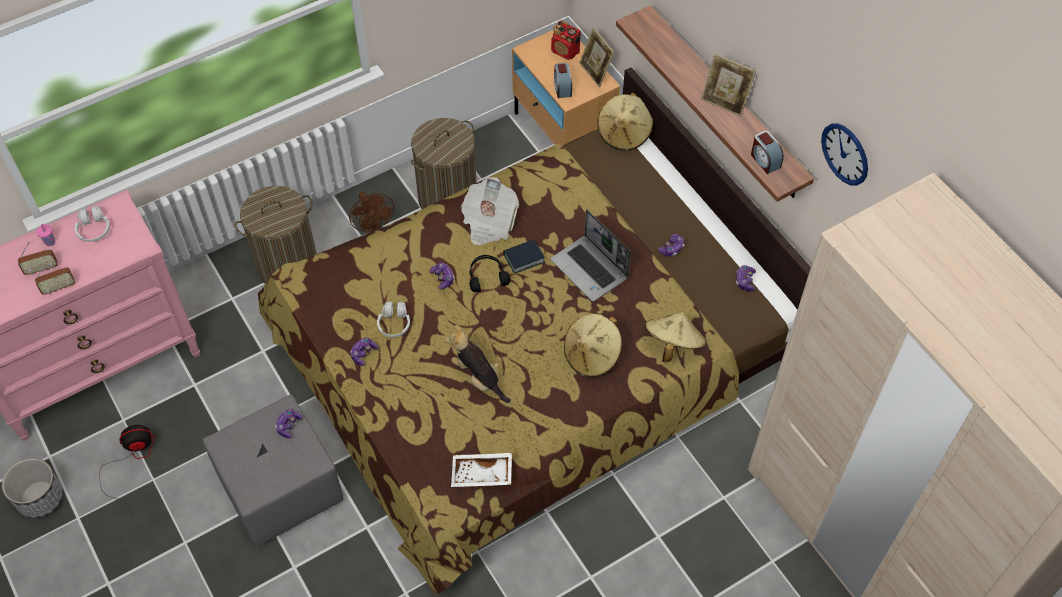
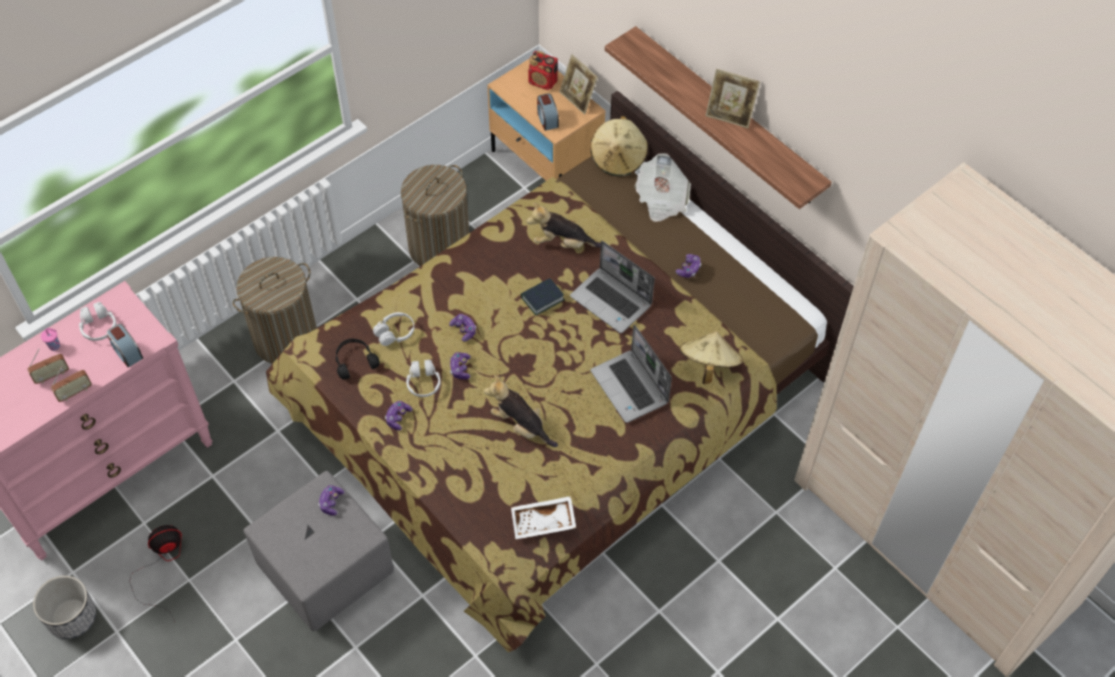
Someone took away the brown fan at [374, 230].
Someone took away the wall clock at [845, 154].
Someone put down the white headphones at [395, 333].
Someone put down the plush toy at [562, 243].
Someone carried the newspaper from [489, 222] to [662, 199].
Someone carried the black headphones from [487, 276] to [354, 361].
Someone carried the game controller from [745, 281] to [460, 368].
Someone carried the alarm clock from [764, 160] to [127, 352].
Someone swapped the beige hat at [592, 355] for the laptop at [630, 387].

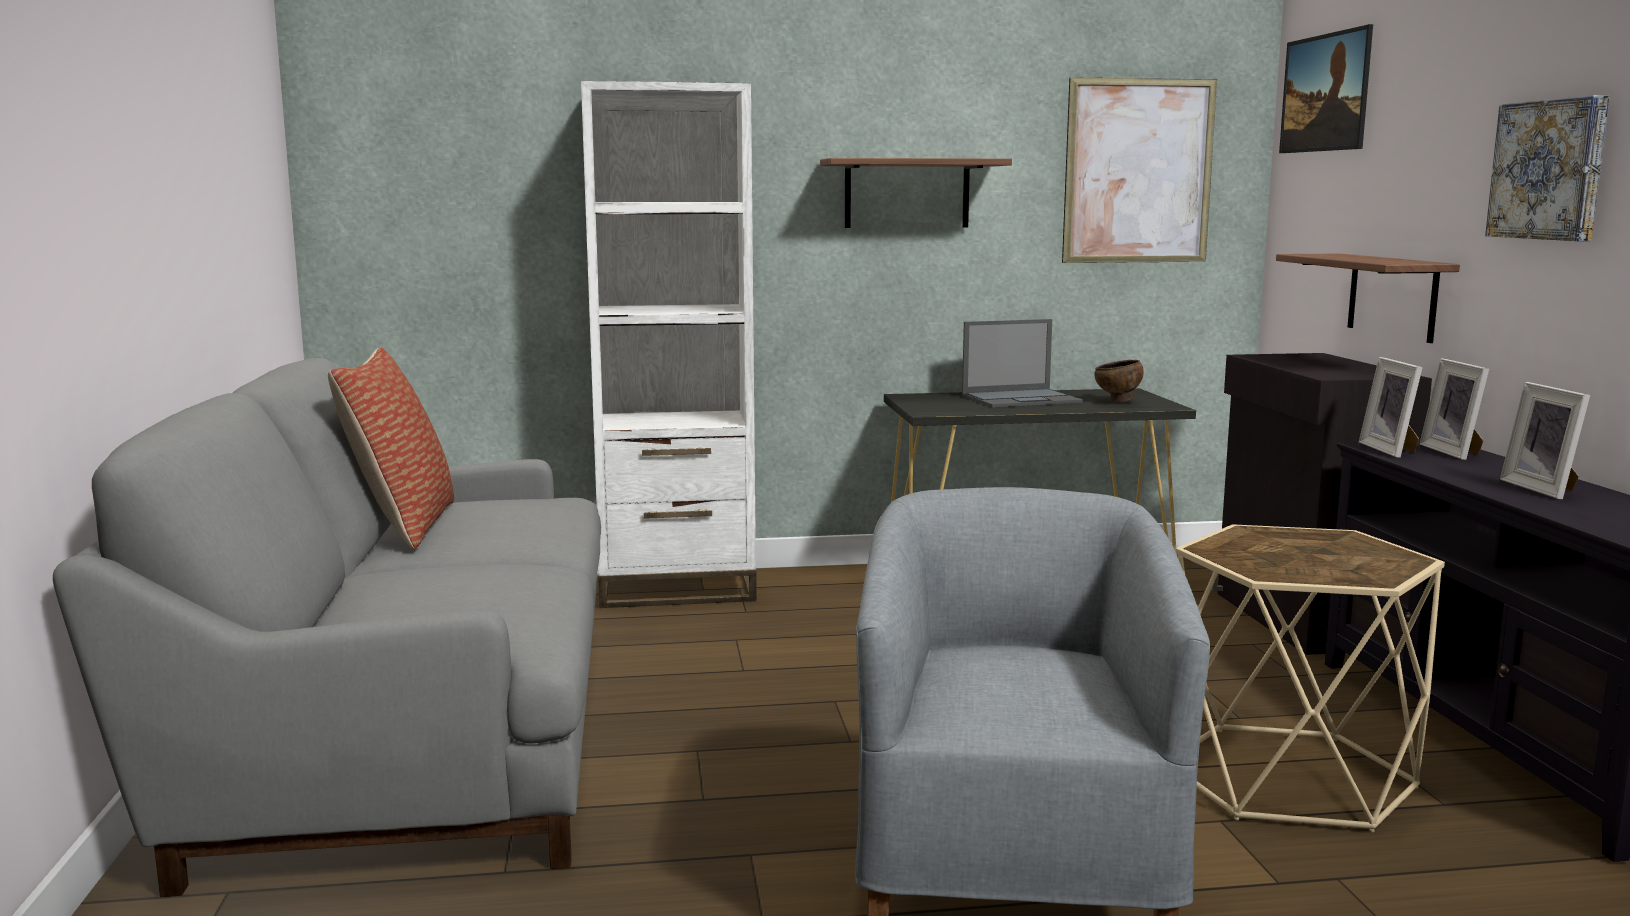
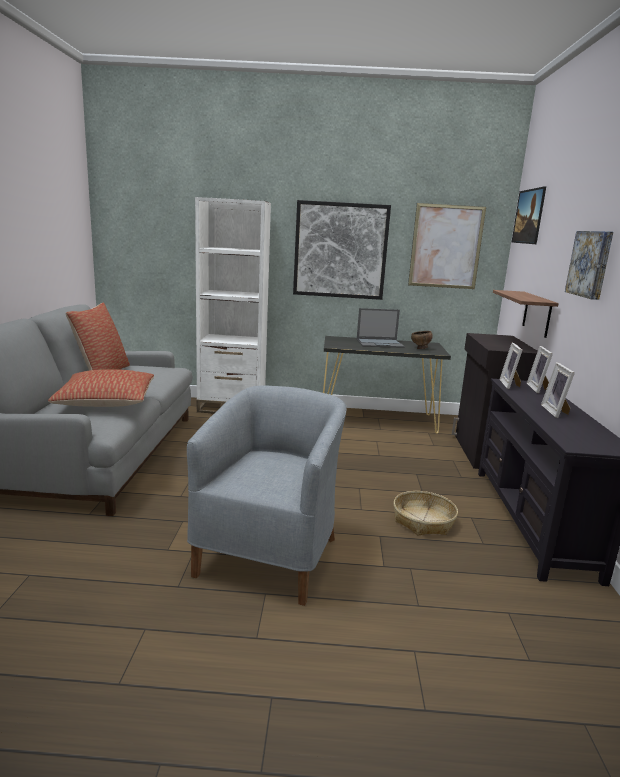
Someone put down the pillow at [106, 401].
Someone swapped the shelf at [907, 193] for the picture at [340, 250].
Someone swapped the beige side table at [1288, 777] for the basket at [423, 521].

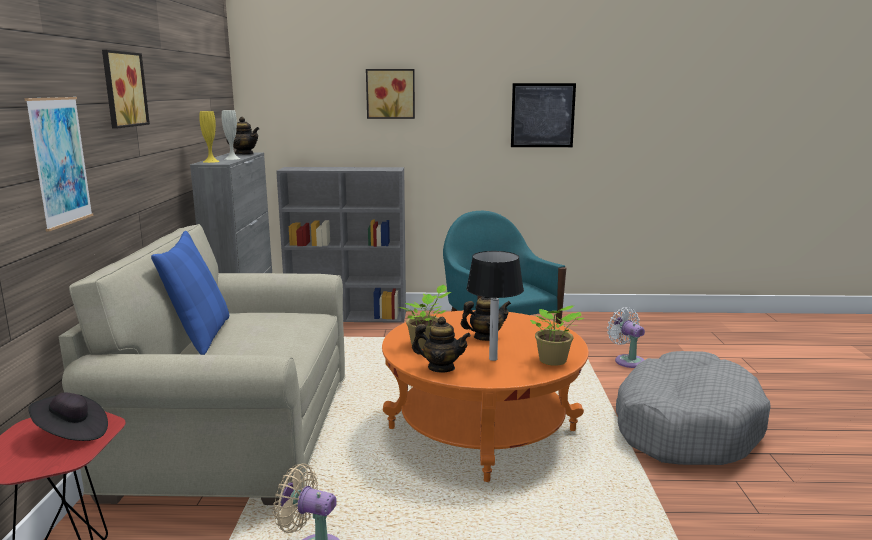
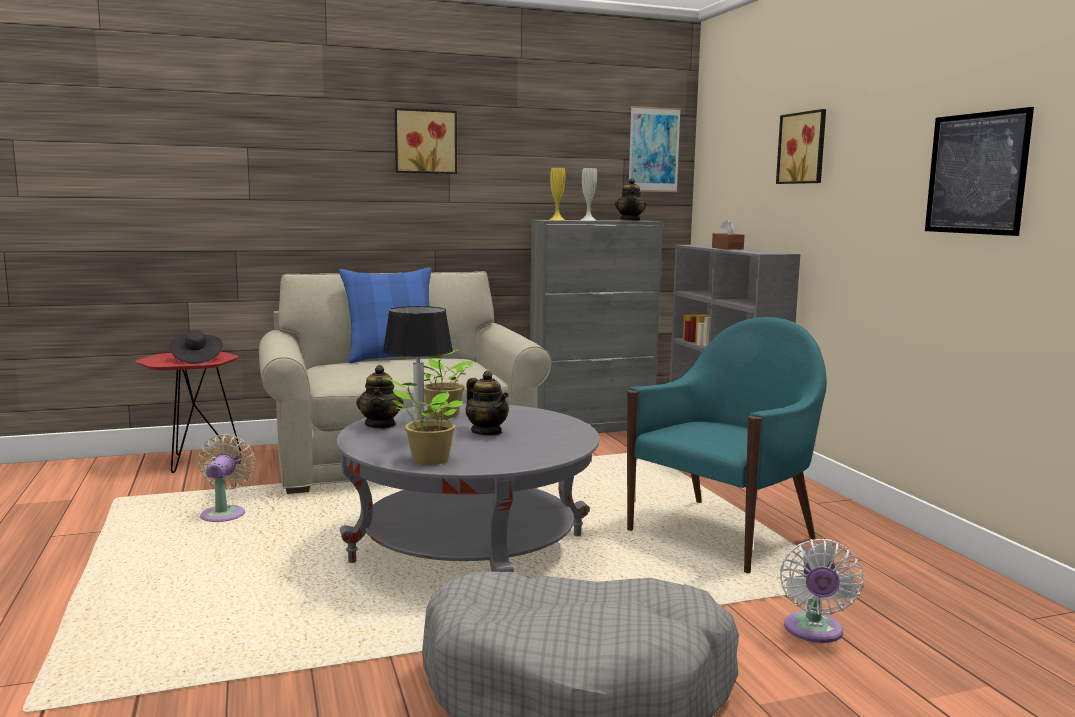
Someone put down the brown tissue box at [727, 248].
Someone carried the picture from [60, 161] to [654, 149].
Someone repainted the orange coffee table at [482, 429], which became the grey coffee table at [469, 549].
Someone rotated the white fan at [627, 360] by 150 degrees clockwise.

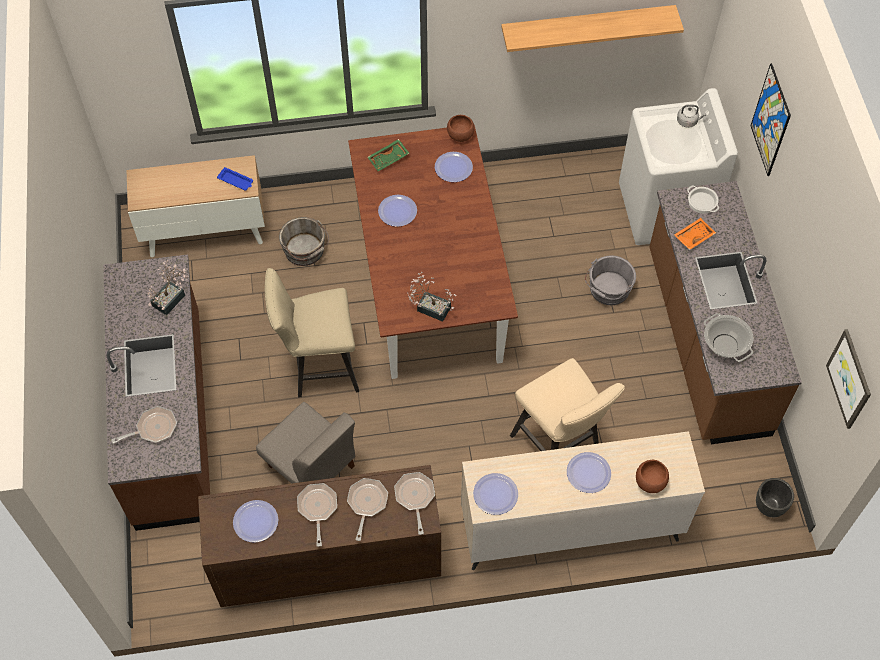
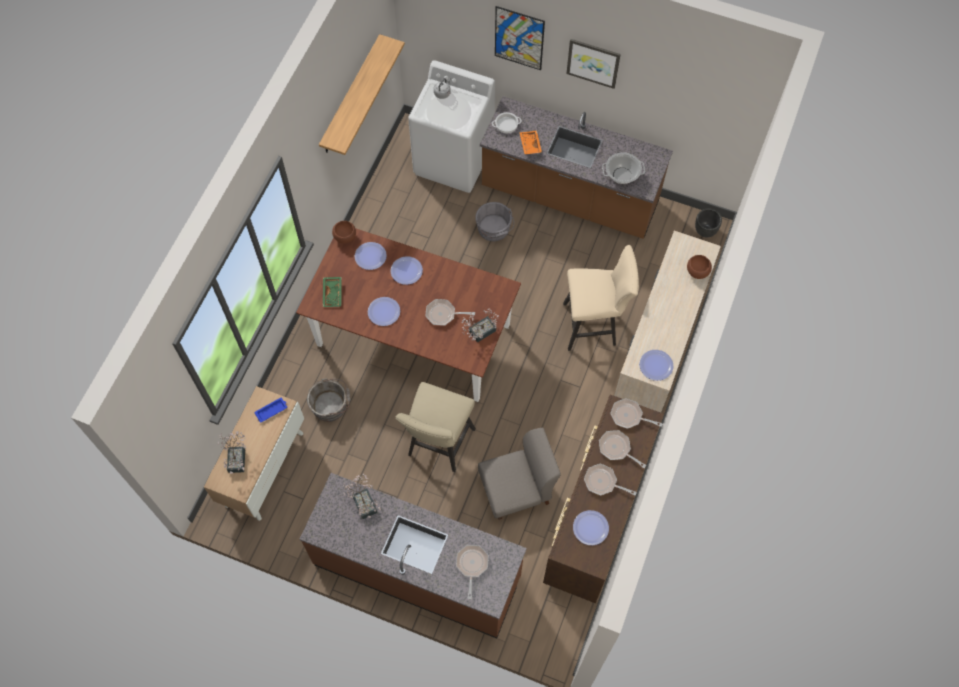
Someone put down the potted plant at [237, 457].
Someone put down the frying pan at [443, 314].
Someone carried the plate from [588, 473] to [406, 271].
Someone carried the picture from [850, 379] to [593, 62].

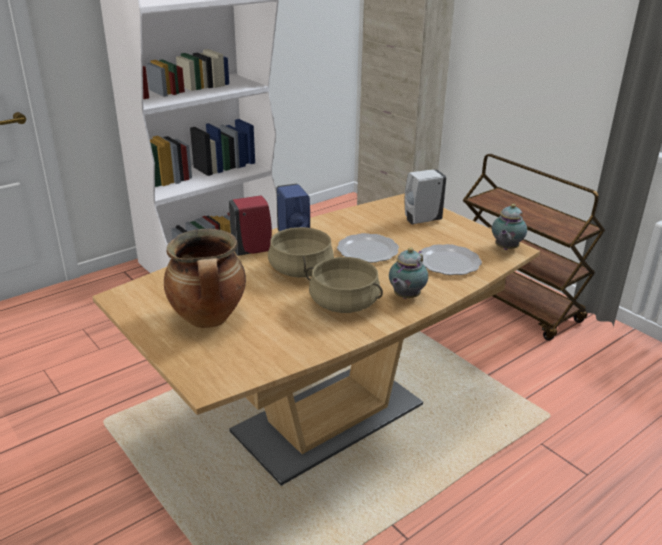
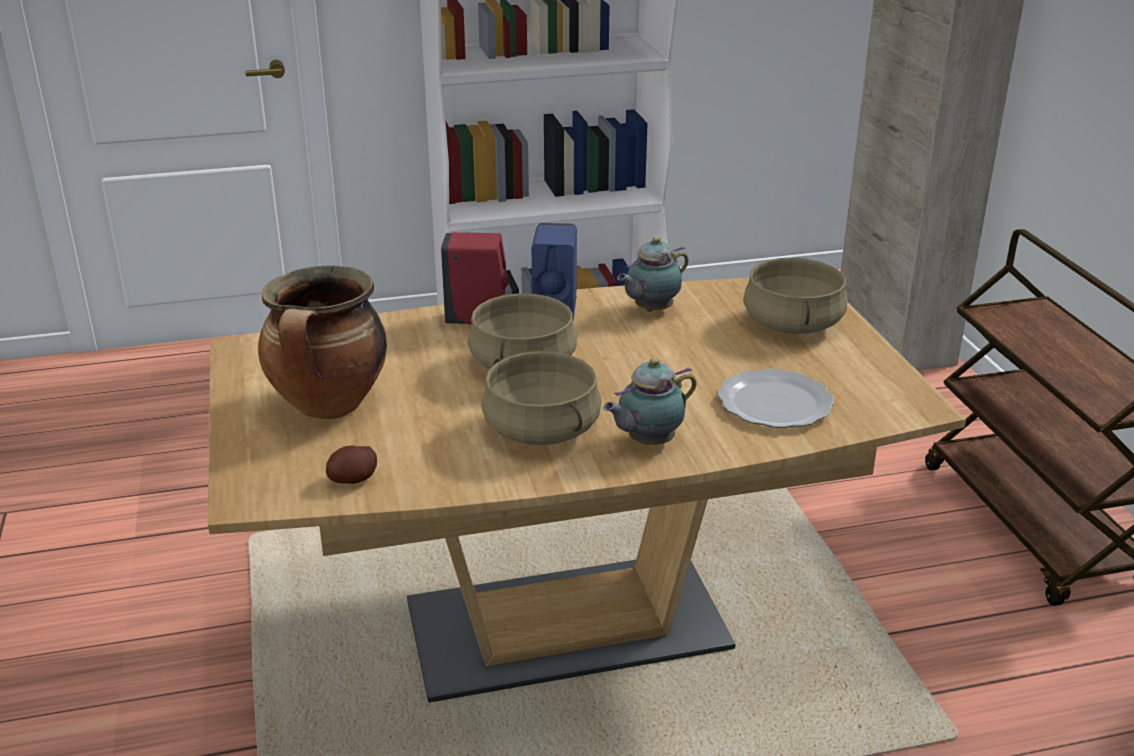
Someone took away the plate at [368, 251].
Someone put down the potato at [353, 479].
Someone carried the teapot from [505, 248] to [651, 310].
Someone swapped the white soap dispenser at [421, 220] for the beige cooking pot at [793, 324].

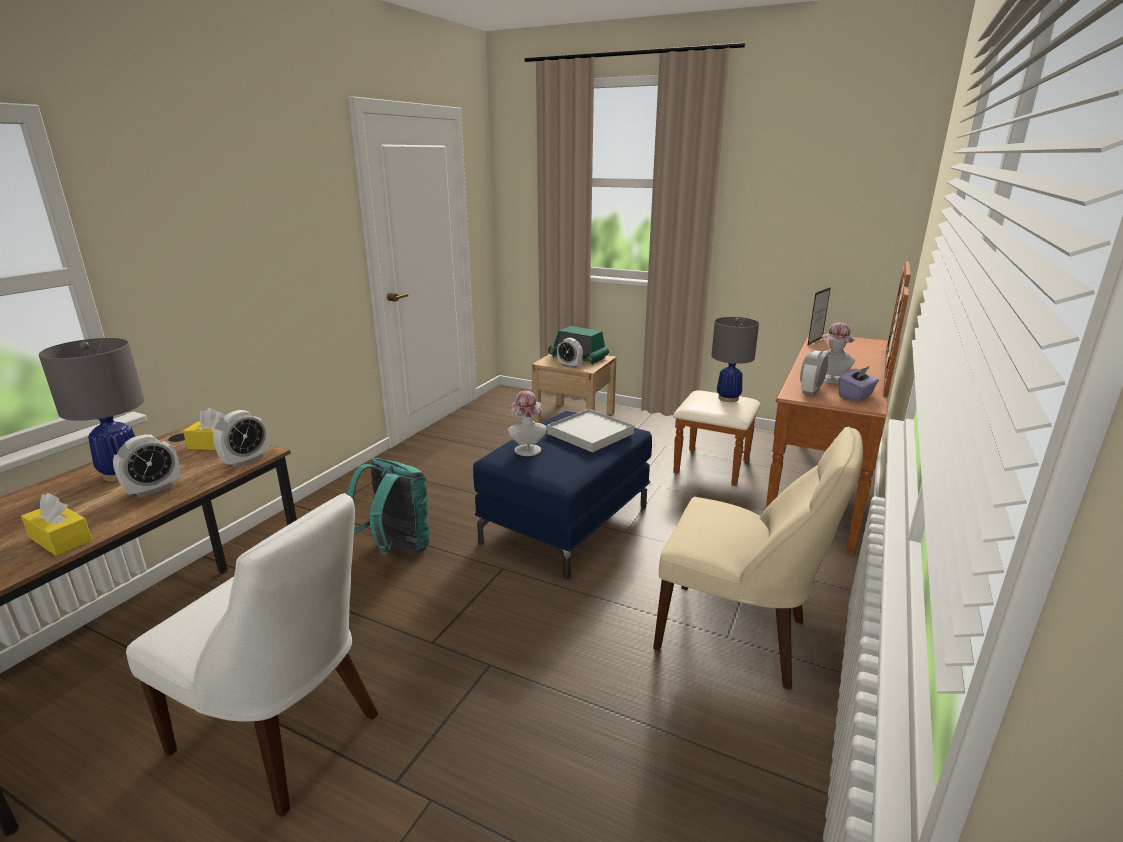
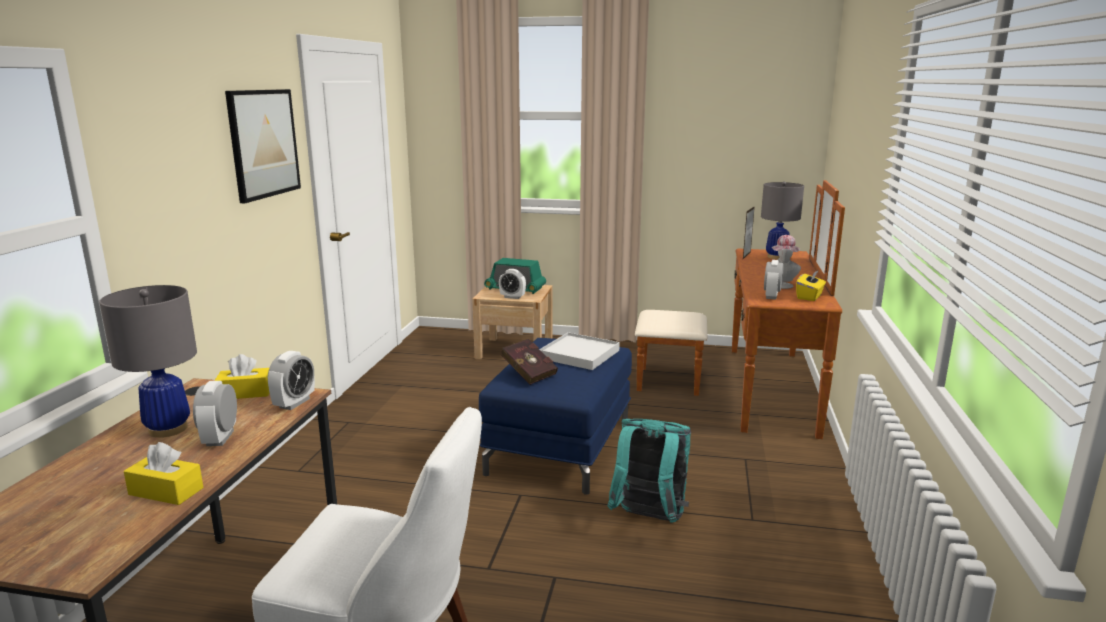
Someone took away the beige chair at [738, 636].
Someone put up the picture at [263, 143].
Someone carried the turquoise backpack from [396, 549] to [648, 519].
Someone carried the grey table lamp from [728, 398] to [776, 257].
Someone swapped the hat at [526, 448] for the red book at [528, 373].
Someone repainted the purple tissue box at [856, 395], which became the yellow tissue box at [809, 297].
Someone rotated the alarm clock at [154, 489] by 150 degrees clockwise.

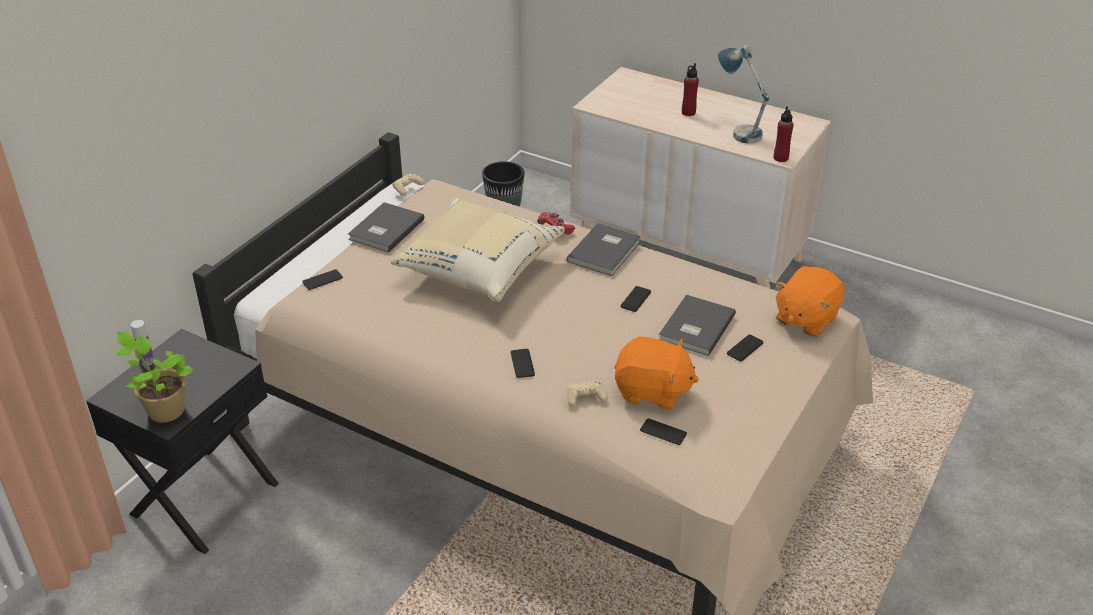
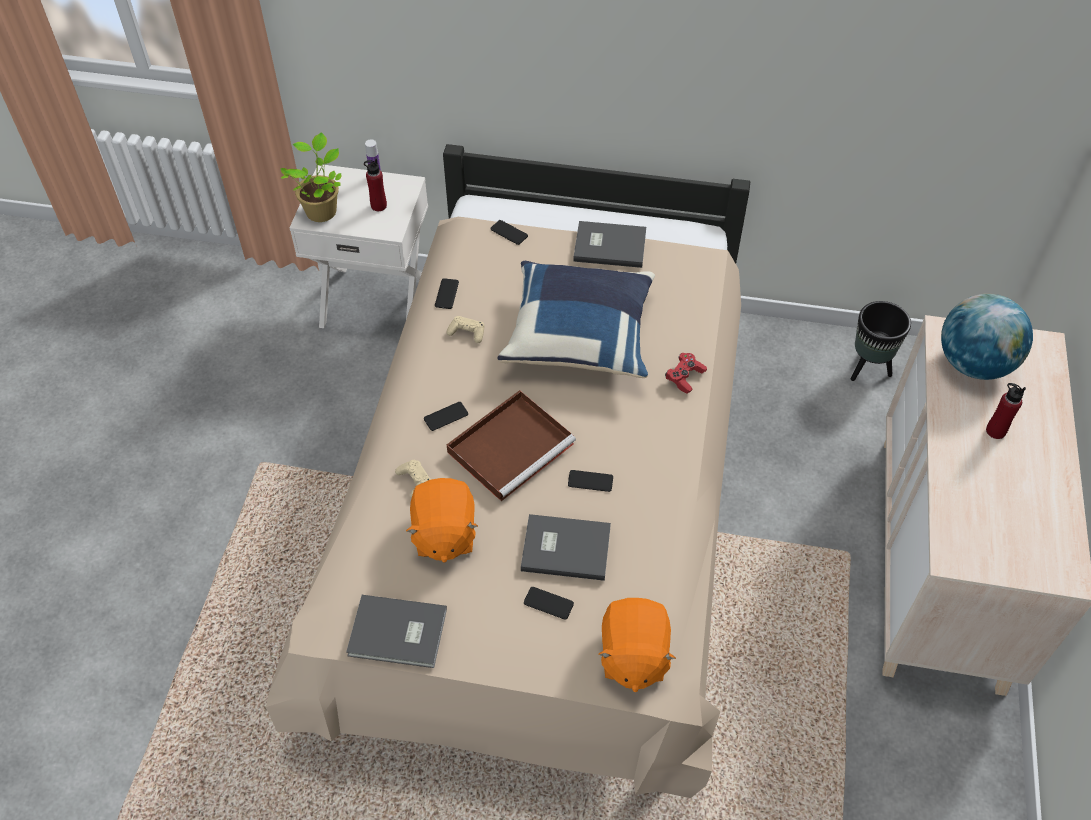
Someone took away the table lamp at [738, 131].
Someone put down the brown tray at [512, 446].
Someone put down the globe at [974, 363].
Someone carried the beige game controller from [407, 187] to [467, 332].
Someone carried the grey book from [606, 251] to [398, 635].
Someone carried the phone from [663, 432] to [447, 294].
Someone carried the red bottle from [780, 158] to [378, 206].
Someone repainted the black nightstand at [203, 498], which became the white nightstand at [376, 300].
Someone repainted the beige pillow at [478, 269], which became the blue pillow at [580, 336].
Someone rotated the orange plush toy at [805, 319] by 105 degrees counterclockwise.

